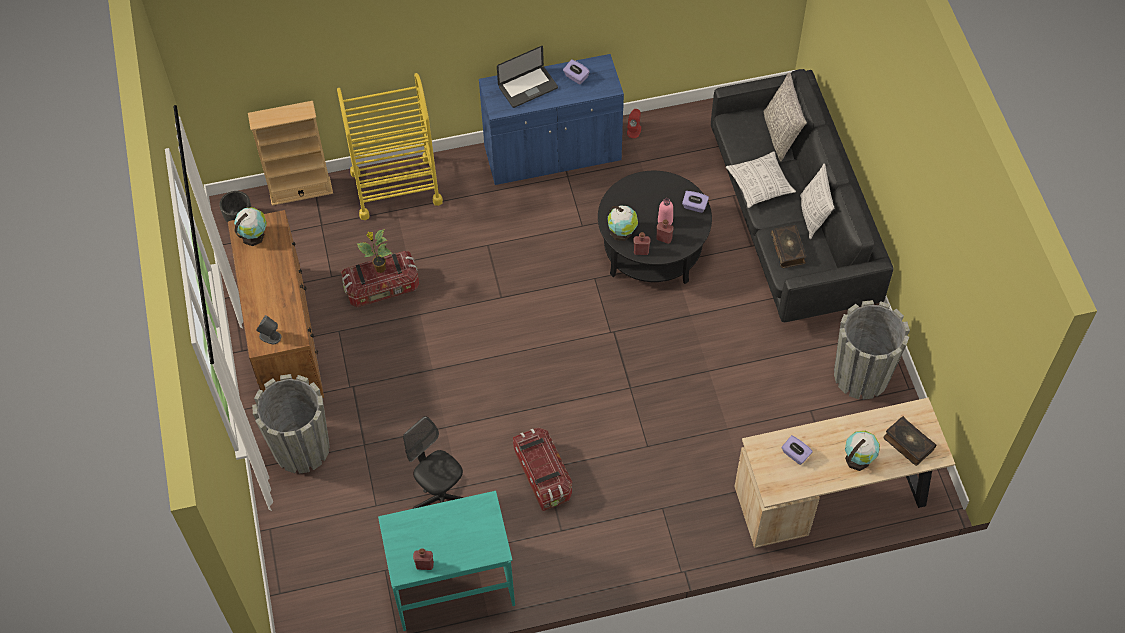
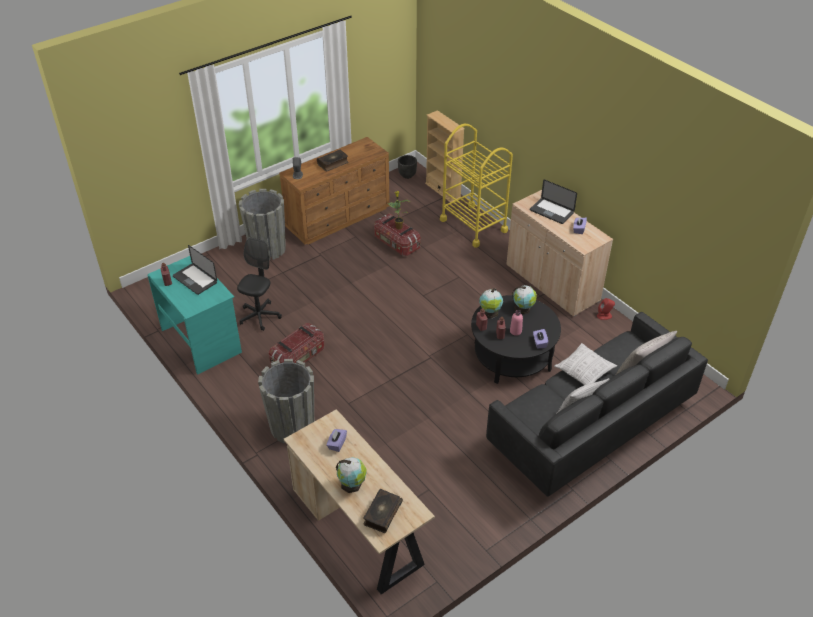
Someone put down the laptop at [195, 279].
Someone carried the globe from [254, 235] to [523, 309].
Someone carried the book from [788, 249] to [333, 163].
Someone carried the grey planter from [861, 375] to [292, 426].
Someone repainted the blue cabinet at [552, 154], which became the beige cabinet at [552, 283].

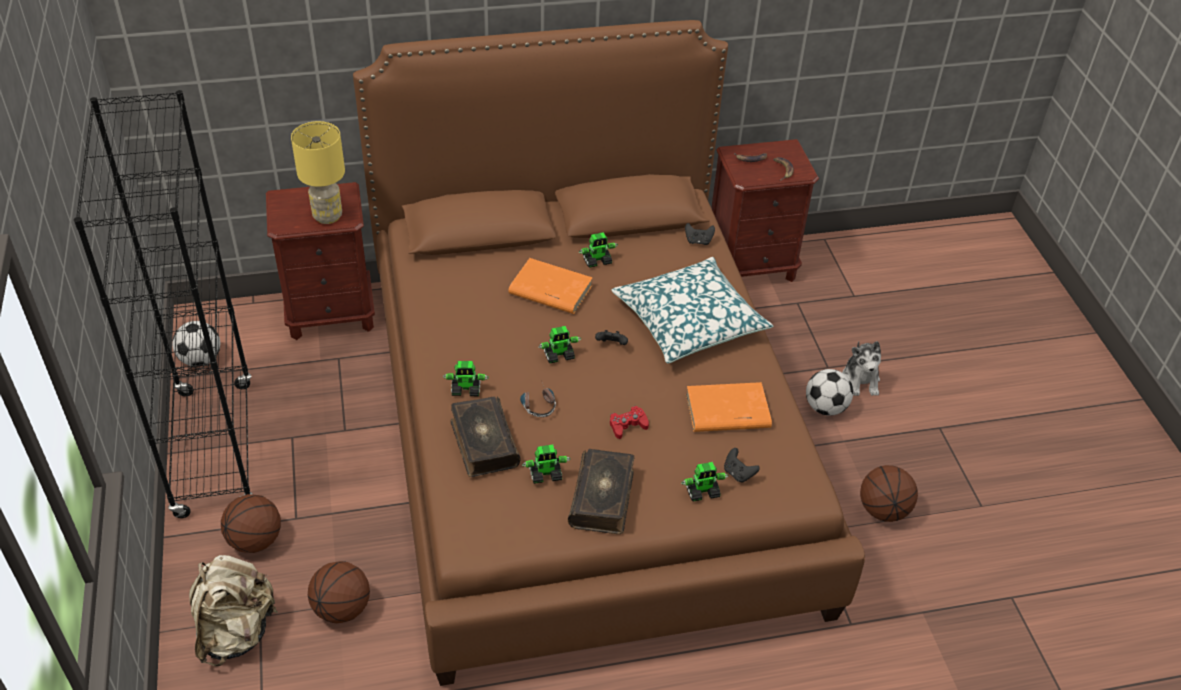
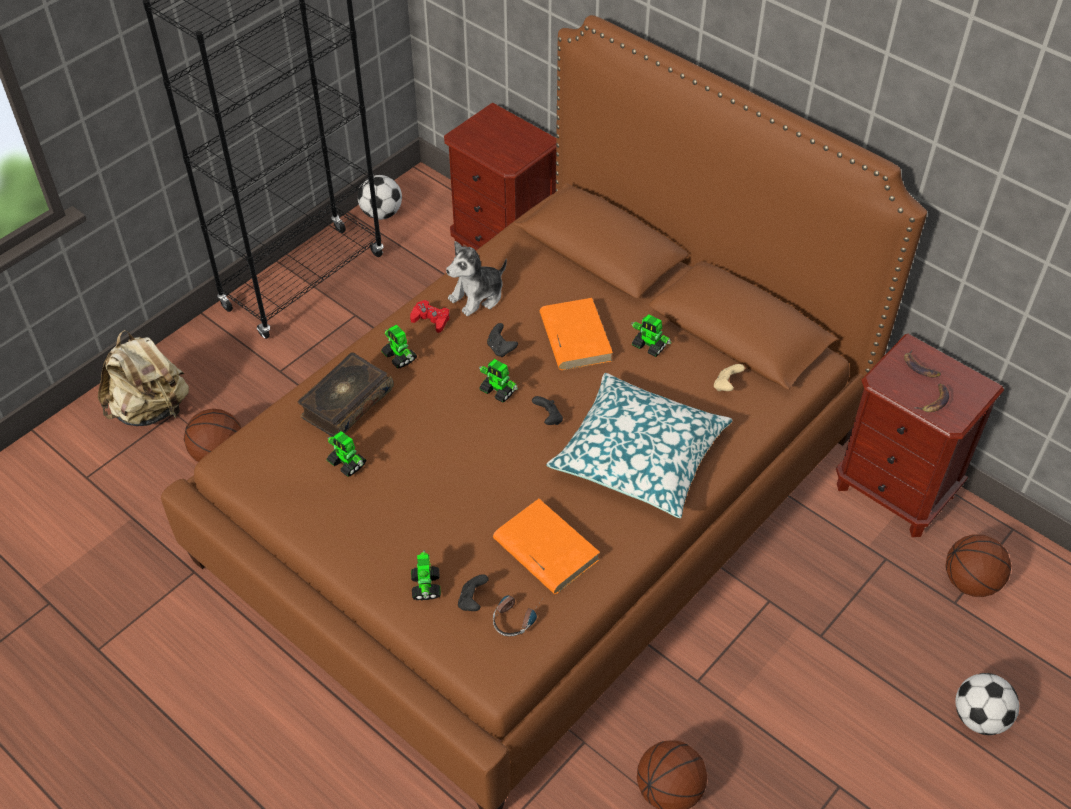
Someone took away the yellow table lamp at [327, 216].
Someone took away the book at [603, 498].
Someone put down the beige game controller at [726, 385].
Someone carried the basketball from [256, 540] to [971, 582].
Someone carried the headphones from [537, 403] to [517, 616].
Someone carried the red game controller from [627, 425] to [431, 319].
Someone carried the black game controller from [698, 241] to [501, 349].
Someone carried the football from [825, 407] to [979, 718].
Someone carried the plush toy from [860, 380] to [477, 296].
Someone rotated the toy robot at [702, 491] by 135 degrees counterclockwise.

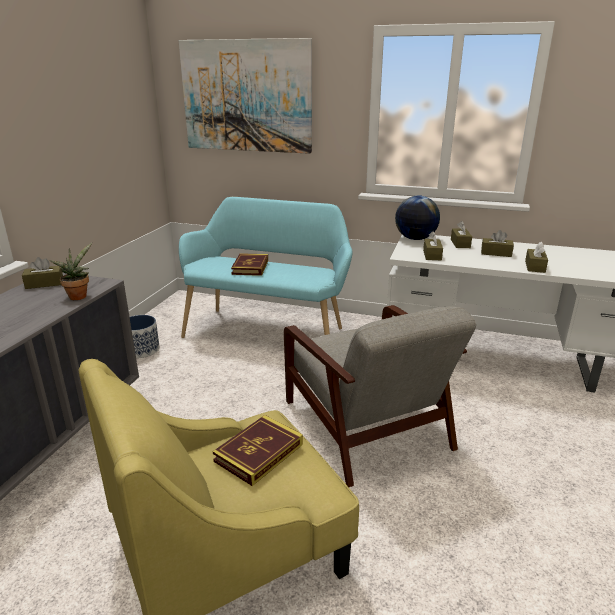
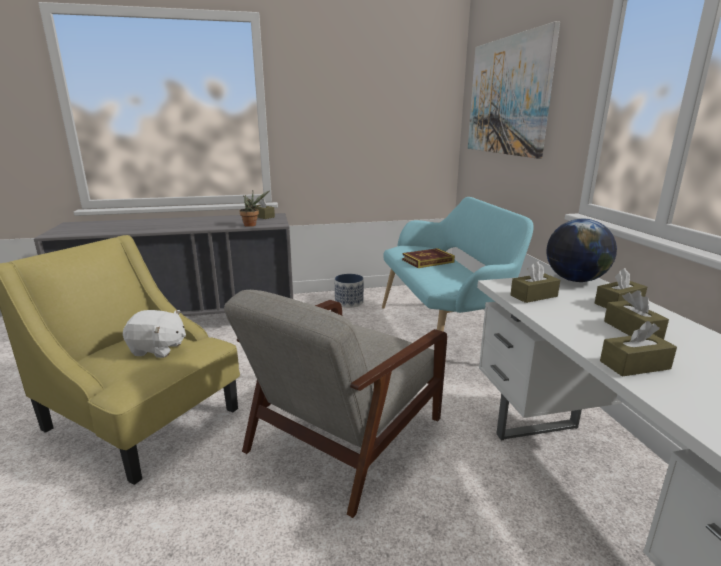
Someone swapped the book at [259, 453] for the white plush toy at [158, 349].

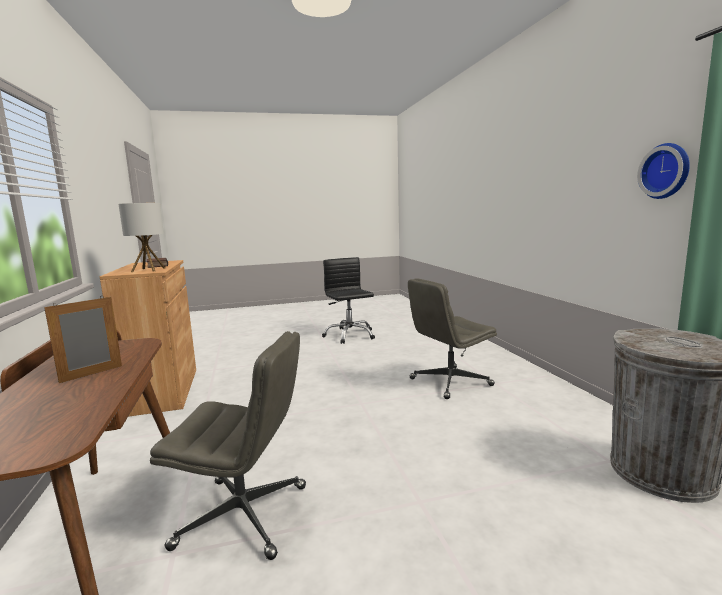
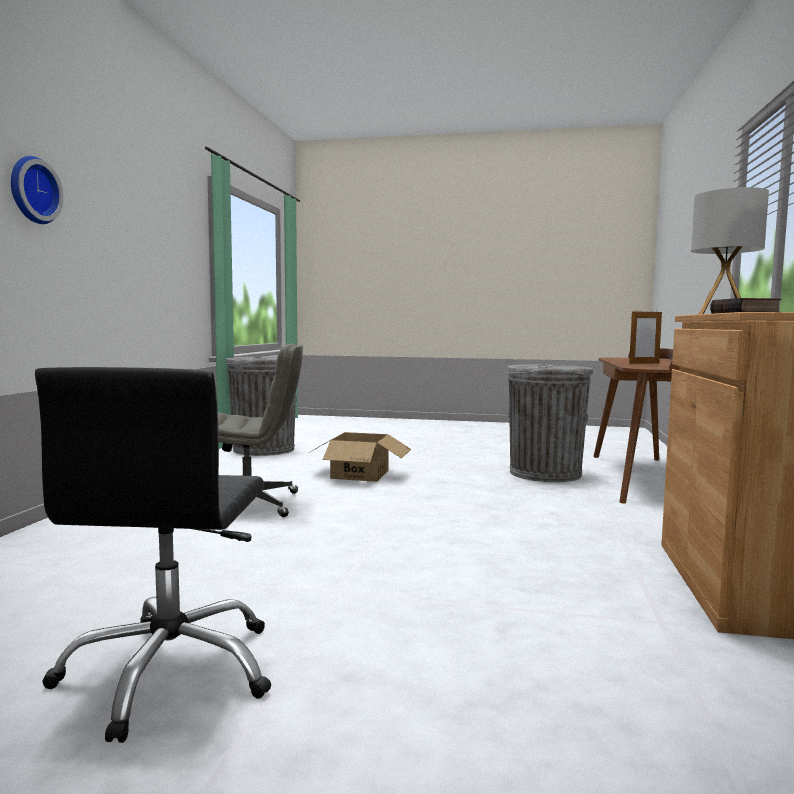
Someone put down the cardboard box at [360, 474].
Someone carried the wall clock from [666, 171] to [31, 190].
Someone swapped the grey office chair at [244, 516] for the grey trash can at [545, 473].

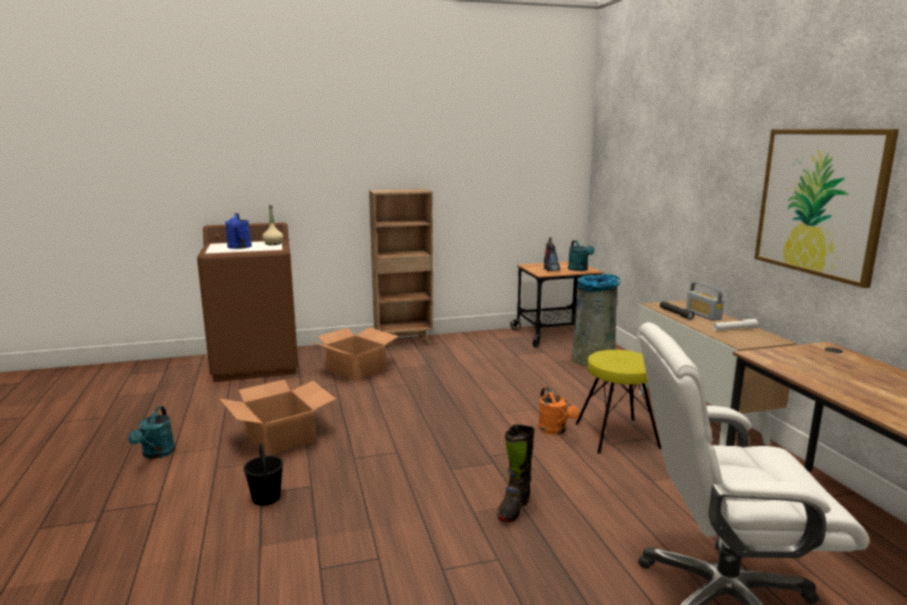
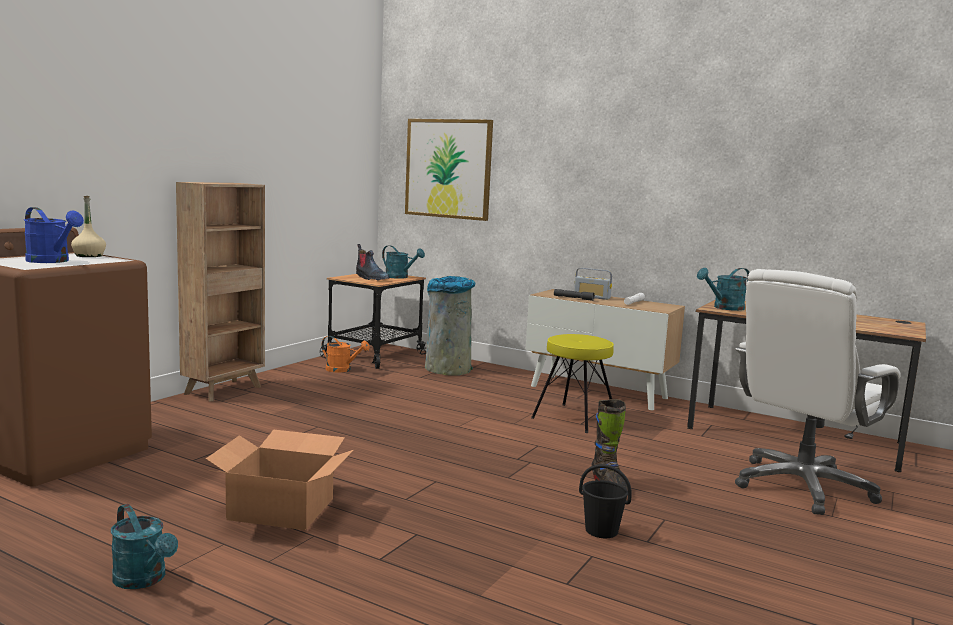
Someone took away the cardboard box at [356, 369].
Someone put down the turquoise watering can at [724, 308].
Someone carried the black bucket from [266, 498] to [602, 531].
Someone carried the orange watering can from [555, 430] to [342, 370].
Someone carried the picture from [819, 202] to [448, 168].

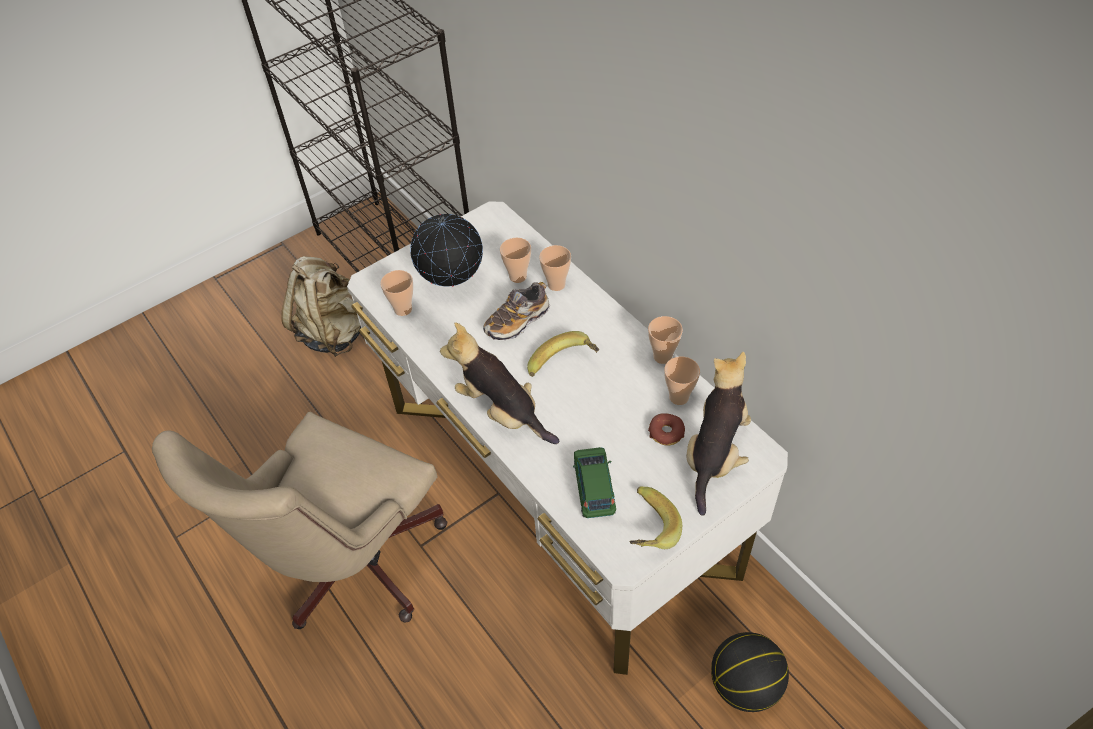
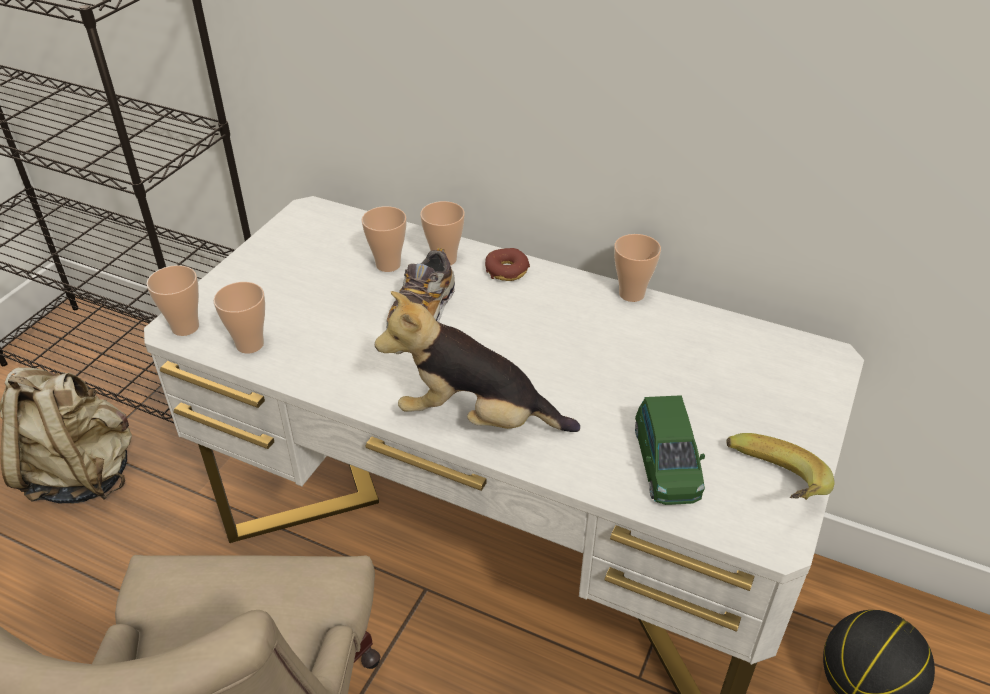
Someone took away the globe at [452, 282].
Someone took away the banana at [564, 366].
Someone took away the plush toy at [715, 454].
Someone carried the donut from [666, 433] to [507, 270].
Someone carried the cup from [679, 397] to [185, 327].
Someone rotated the green toy car at [594, 488] by 150 degrees counterclockwise.

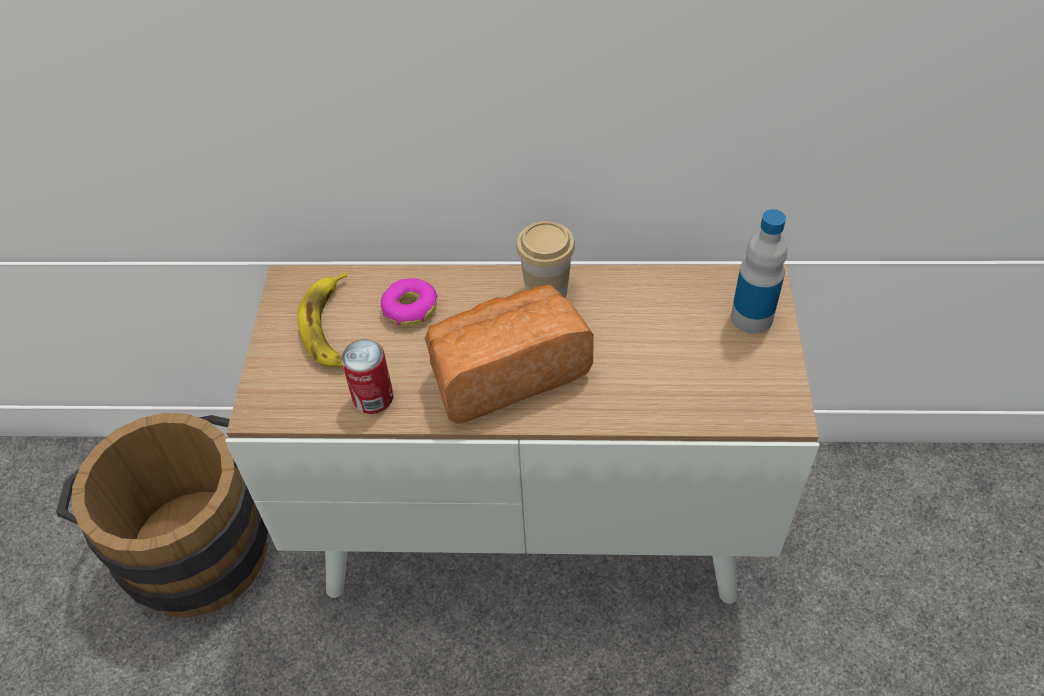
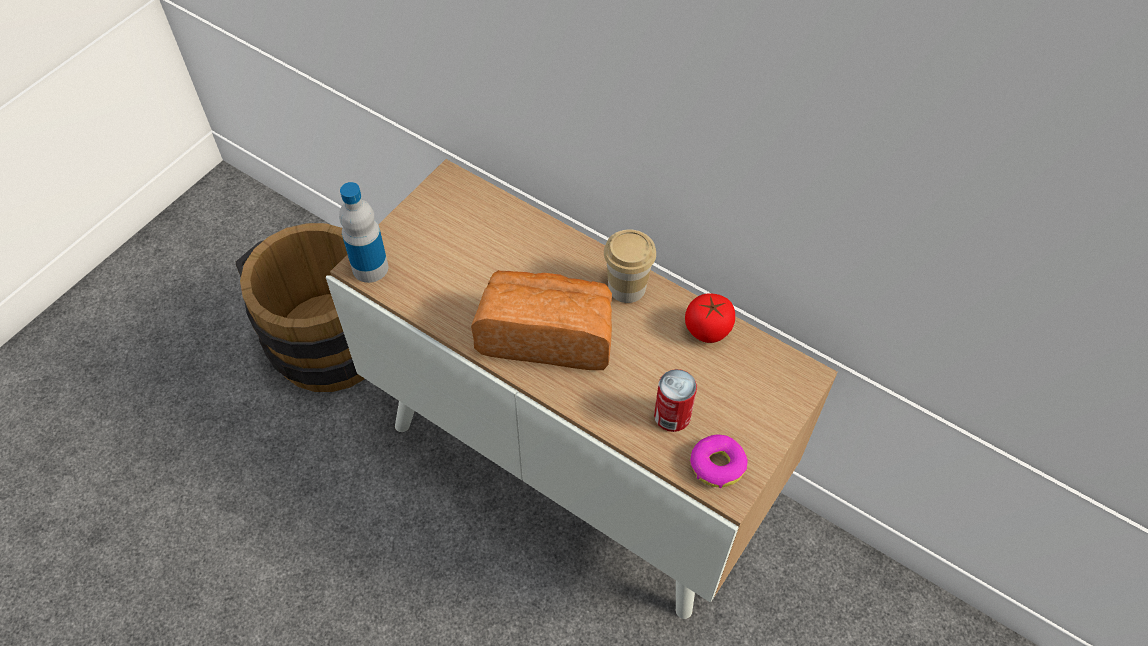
Someone took away the banana at [330, 327].
Someone put down the tomato at [707, 329].
Someone carried the can from [373, 398] to [672, 416].
Someone carried the donut from [410, 308] to [717, 465].
Someone carried the bottle from [751, 317] to [370, 268].

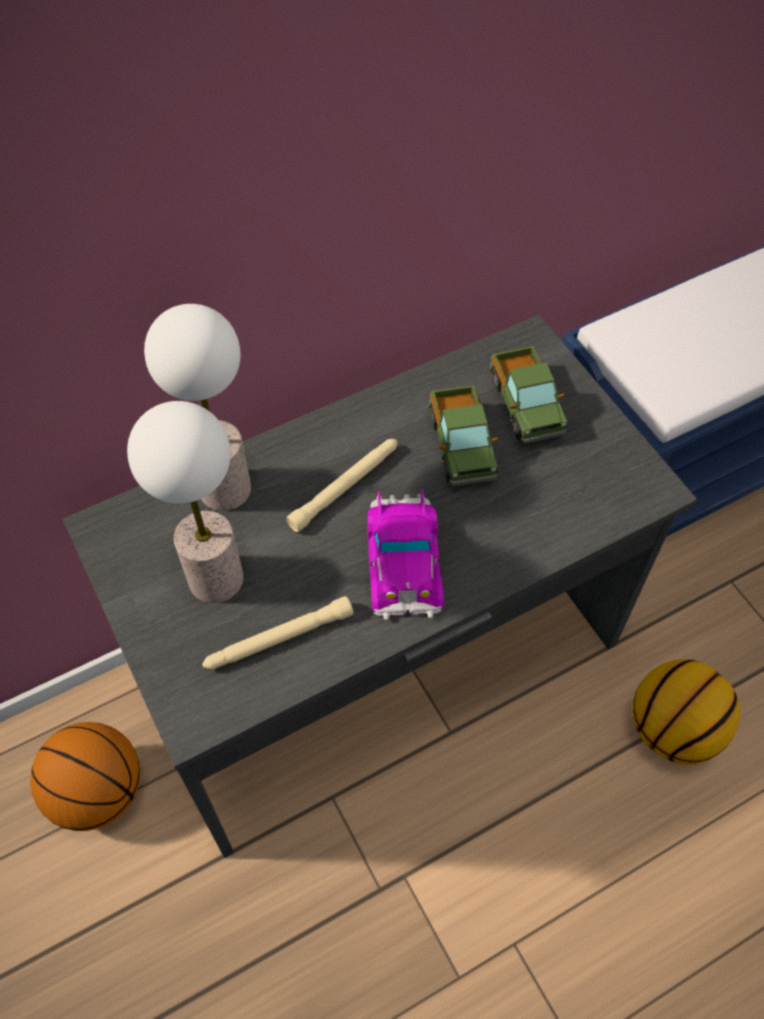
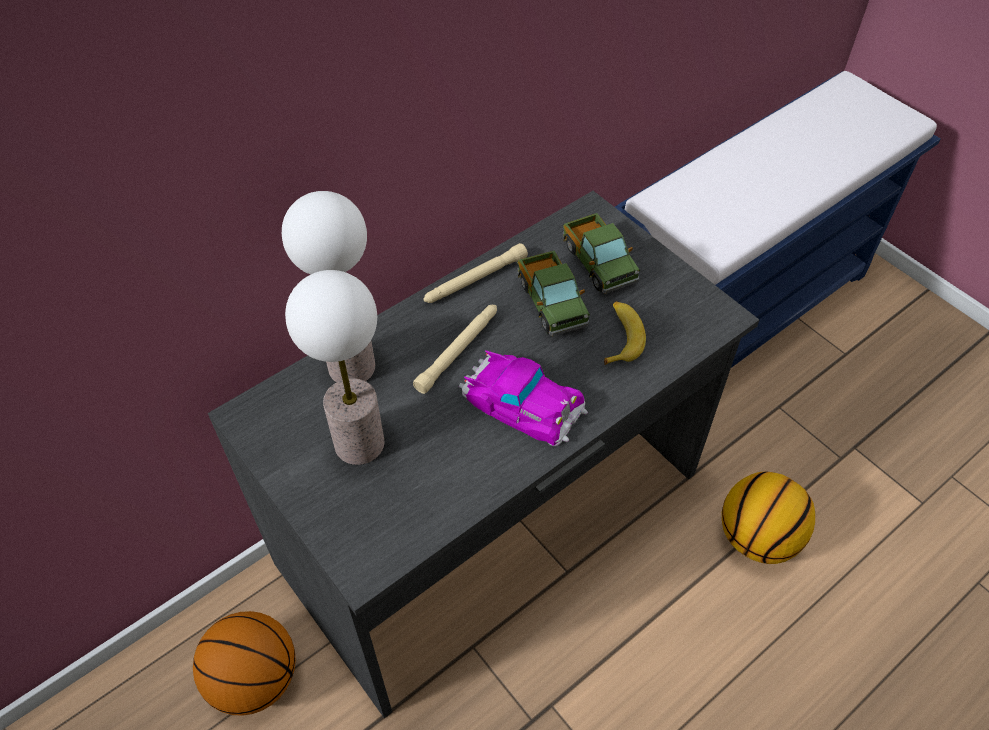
Someone put down the banana at [620, 337].
Someone carried the beige flashlight from [278, 639] to [475, 280].
Someone rotated the toy car at [403, 558] by 45 degrees counterclockwise.

